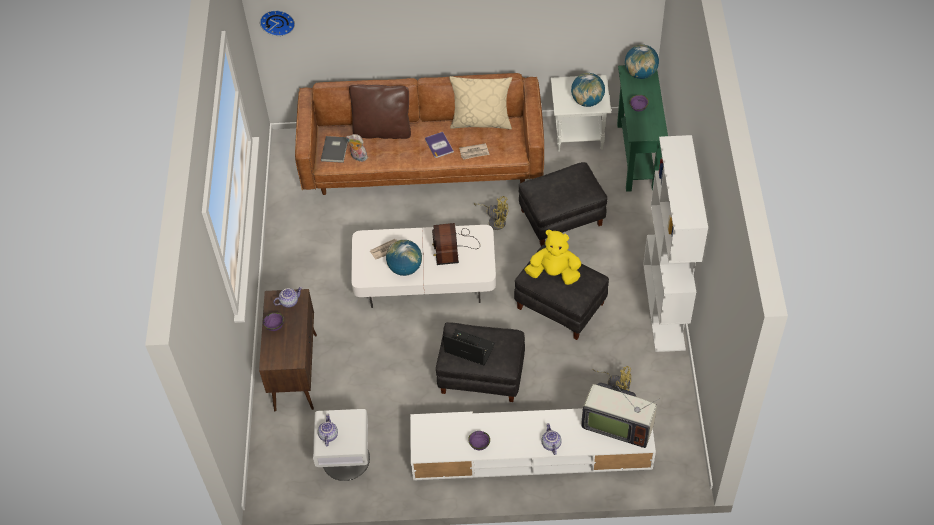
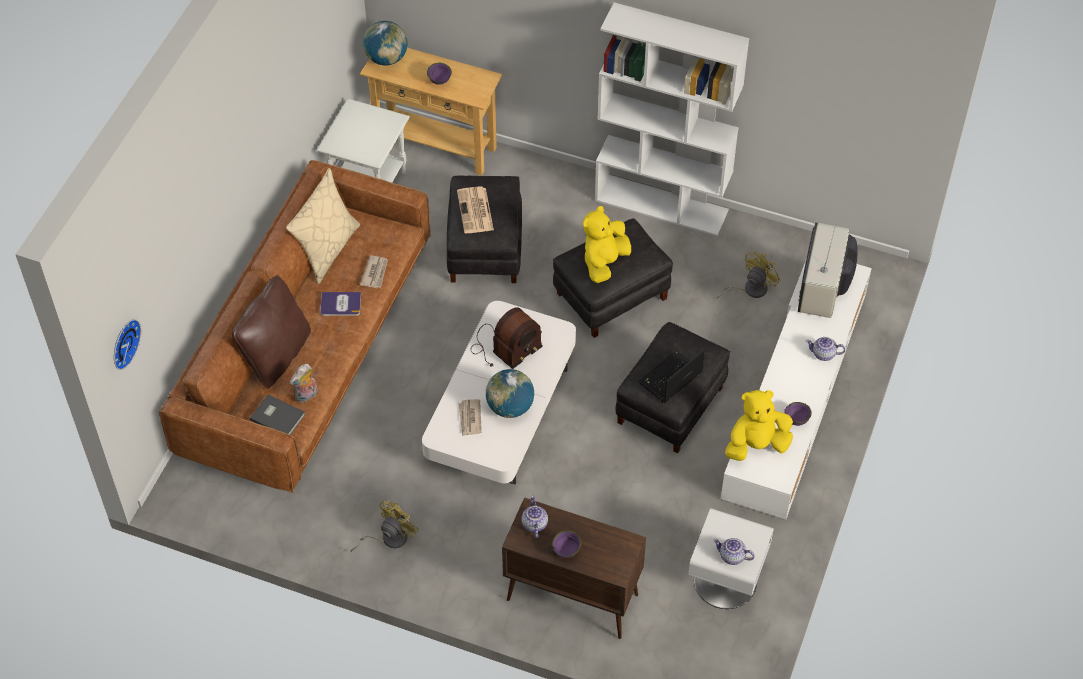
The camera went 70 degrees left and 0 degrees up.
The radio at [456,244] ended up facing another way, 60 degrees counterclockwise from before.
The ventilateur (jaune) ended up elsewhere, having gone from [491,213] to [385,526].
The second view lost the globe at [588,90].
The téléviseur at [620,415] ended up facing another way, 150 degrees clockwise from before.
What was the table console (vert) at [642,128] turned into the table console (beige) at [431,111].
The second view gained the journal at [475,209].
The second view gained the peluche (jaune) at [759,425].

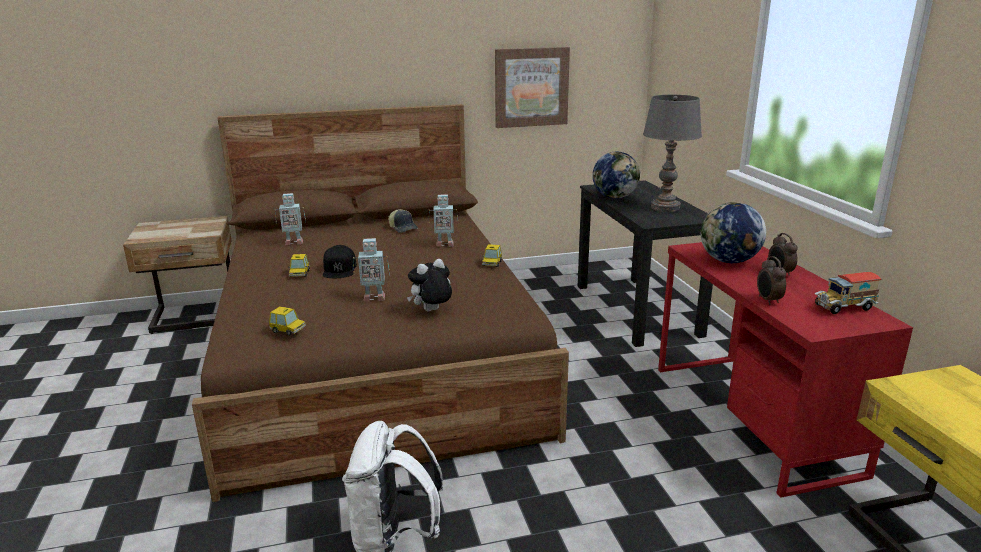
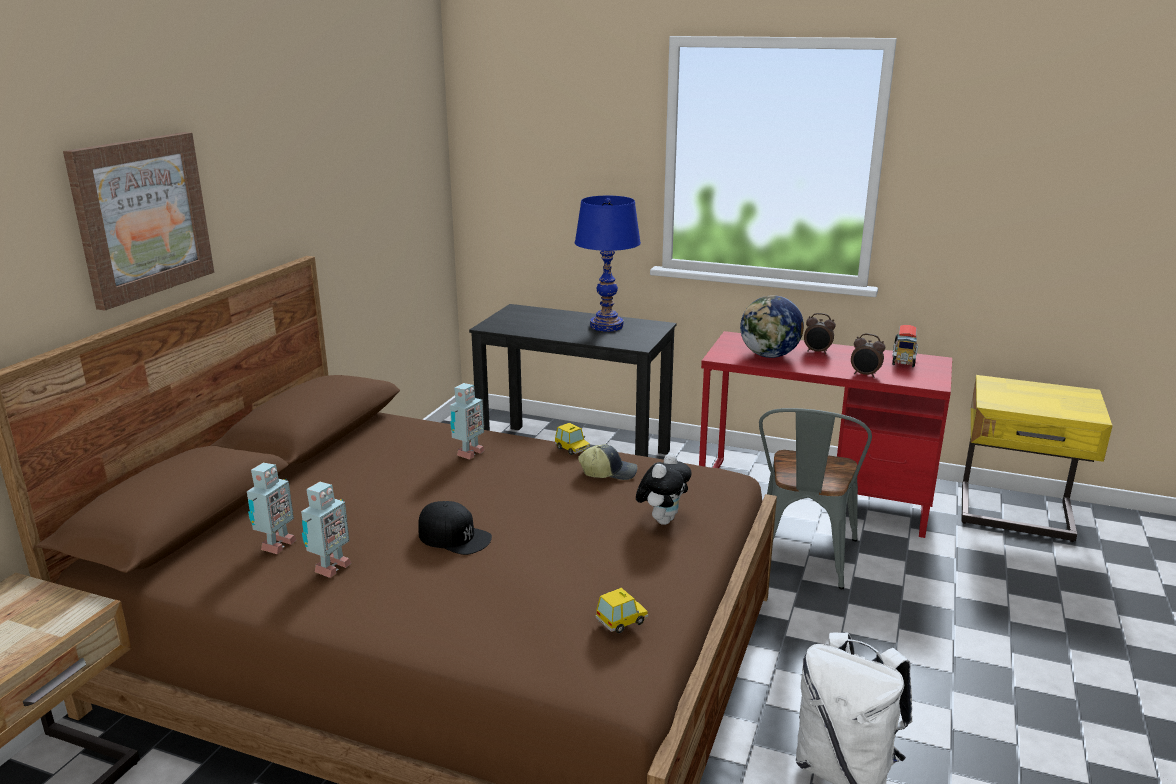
The camera went 55 degrees left and 0 degrees up.
The second view lost the petite voiture at [299,265].
The robot jouet ended up elsewhere, having gone from [371,269] to [326,530].
The casquette ended up elsewhere, having gone from [403,221] to [608,462].
The peluche at [429,285] ended up facing another way, 150 degrees counterclockwise from before.
The tableau ended up elsewhere, having gone from [532,87] to [138,221].
The second view lost the globe at [616,175].
What was the lampe de table (gris) at [672,153] turned into the lampe de table (bleu) at [608,264].
The second view gained the chaise (gris) at [815,498].

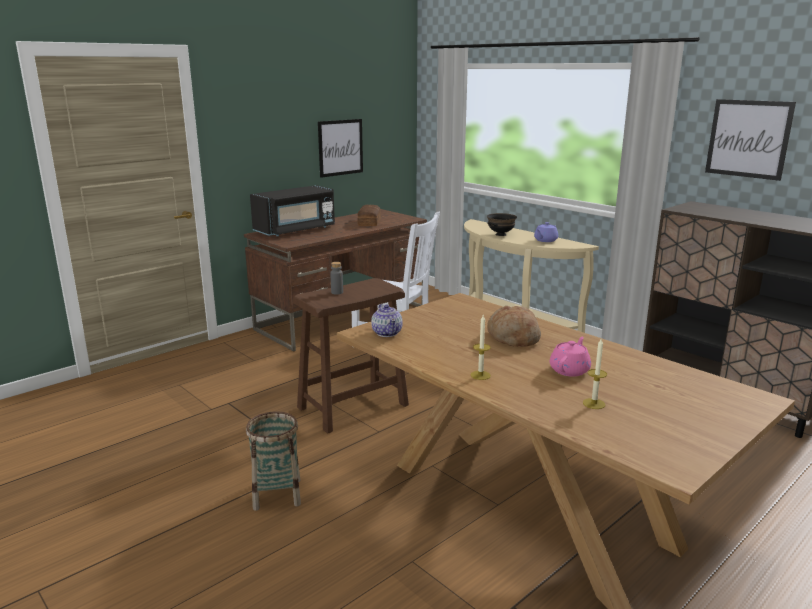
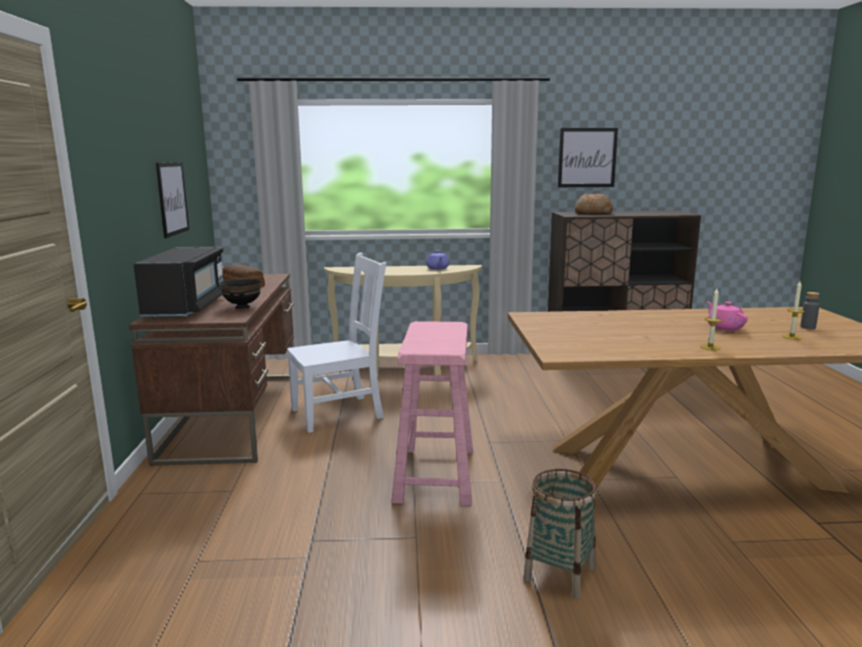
The camera went 50 degrees left and 5 degrees down.
What was the tabouret (marron) at [351,356] turned into the tabouret (rose) at [432,413].
The bouteille (gris) ended up elsewhere, having gone from [336,278] to [810,310].
The second view lost the théière at [387,320].
The bol (noir) ended up elsewhere, having gone from [502,224] to [240,293].
The pain ended up elsewhere, having gone from [514,326] to [594,204].

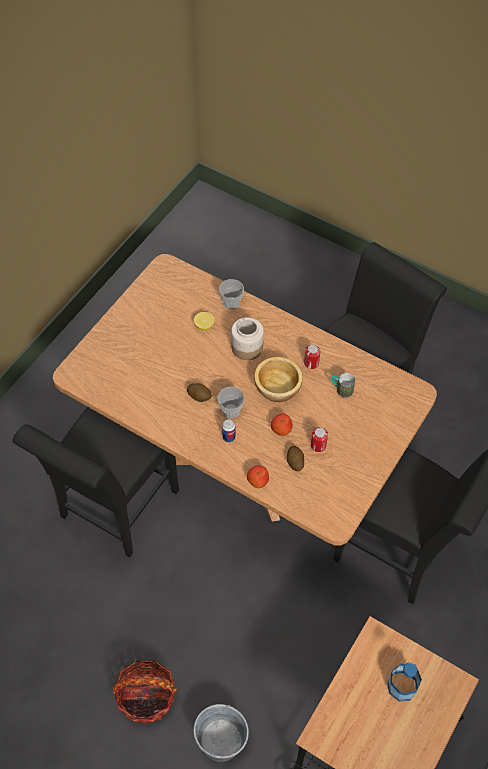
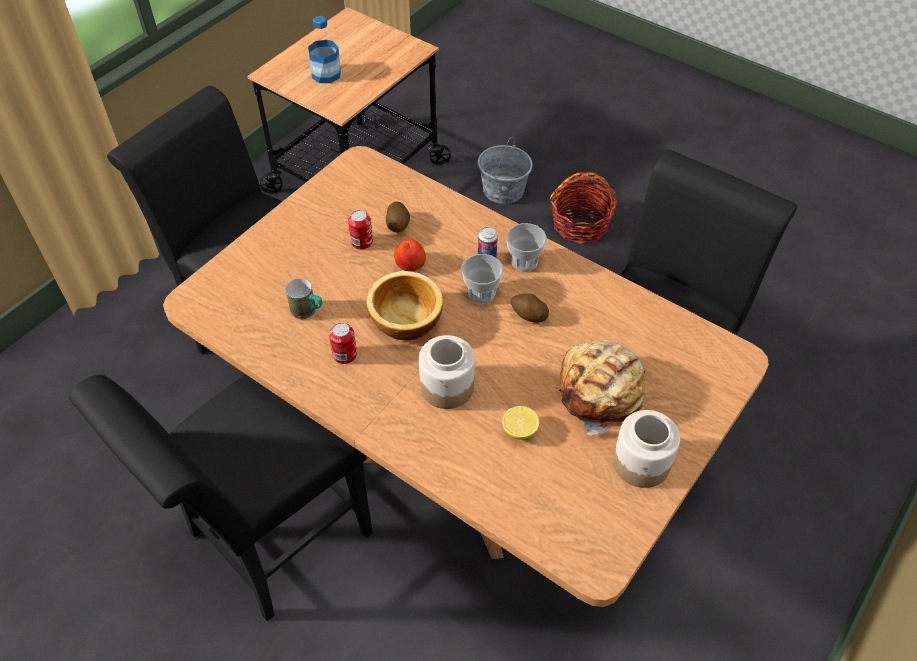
The camera went 175 degrees left and 5 degrees down.
The tasse ended up elsewhere, having gone from [231,294] to [526,247].
The second view lost the pomme at [258,476].
The second view gained the pain at [602,388].
The second view gained the bocal at [646,449].

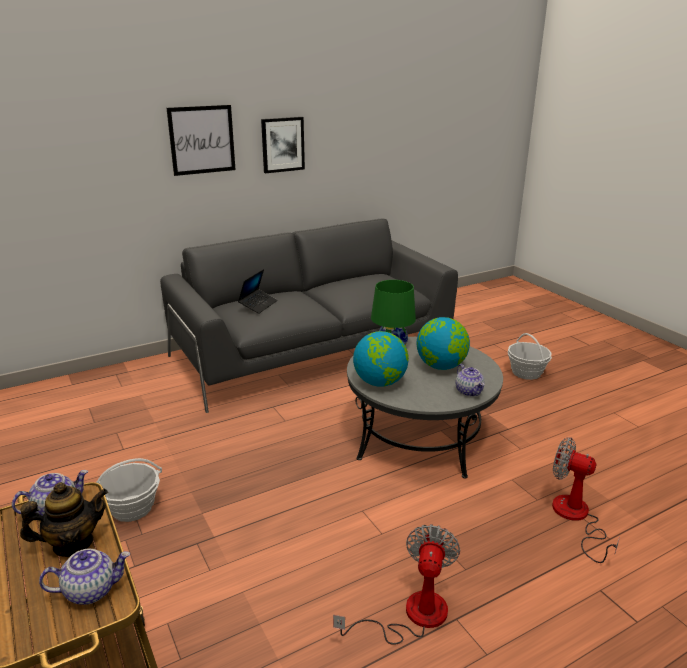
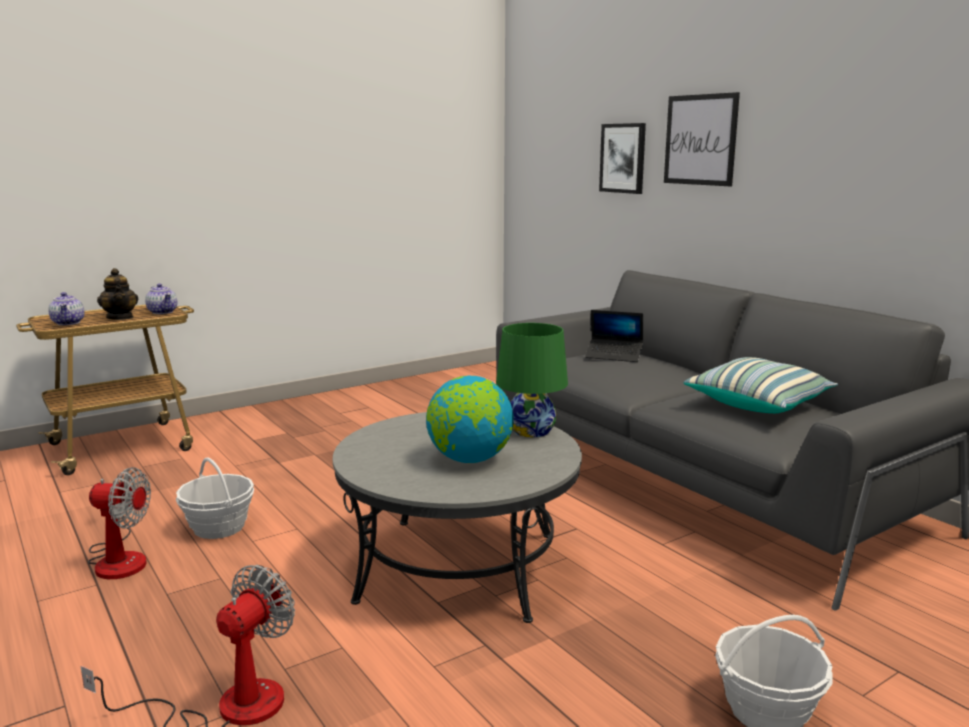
The camera went 85 degrees right and 10 degrees down.
The panier ended up elsewhere, having gone from [129,490] to [215,498].
The tableau ended up elsewhere, having gone from [283,145] to [622,158].
The second view lost the globe at [381,359].
The second view lost the théière at [470,380].
The second view gained the coussin at [760,385].

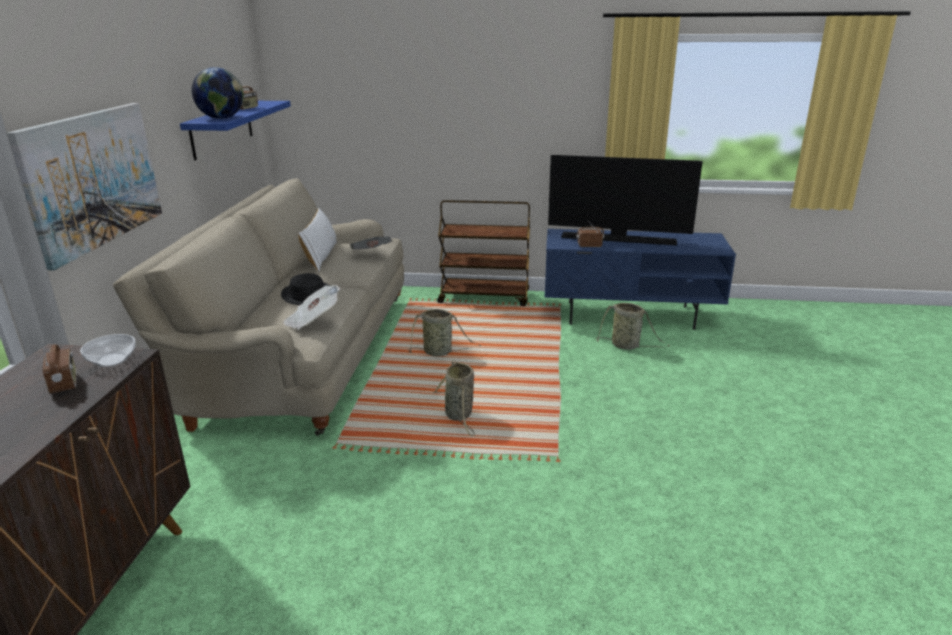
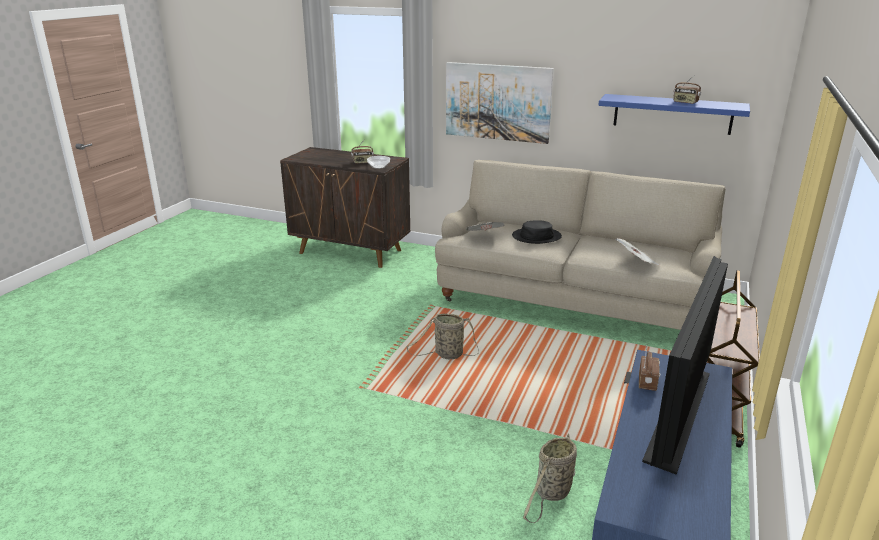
The camera went 105 degrees right and 0 degrees up.
The second view lost the globe at [218,93].
The second view lost the coussin (blanc) at [317,240].
The second view lost the panier at [444,332].

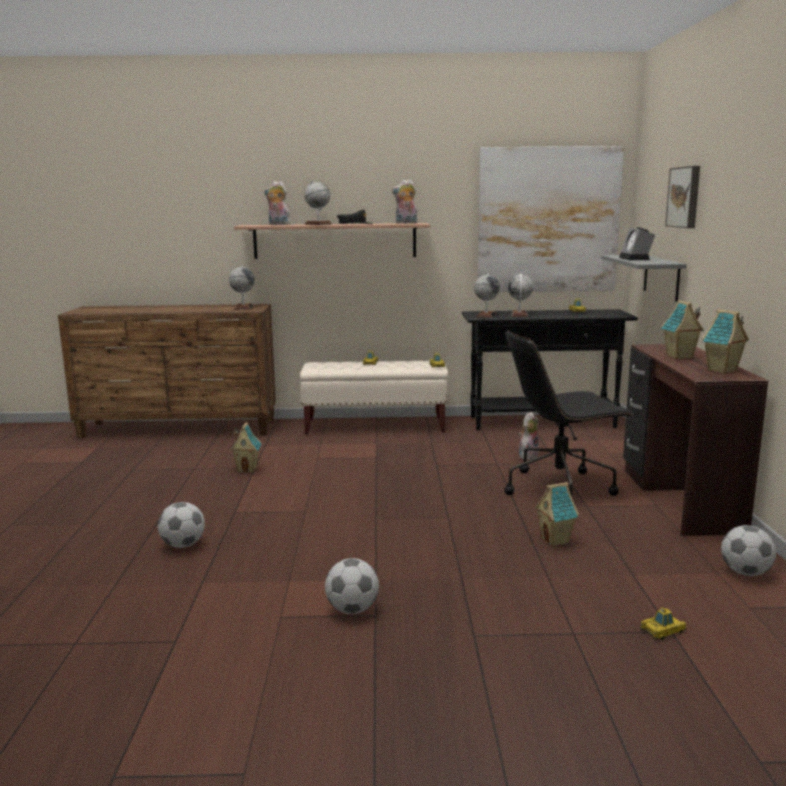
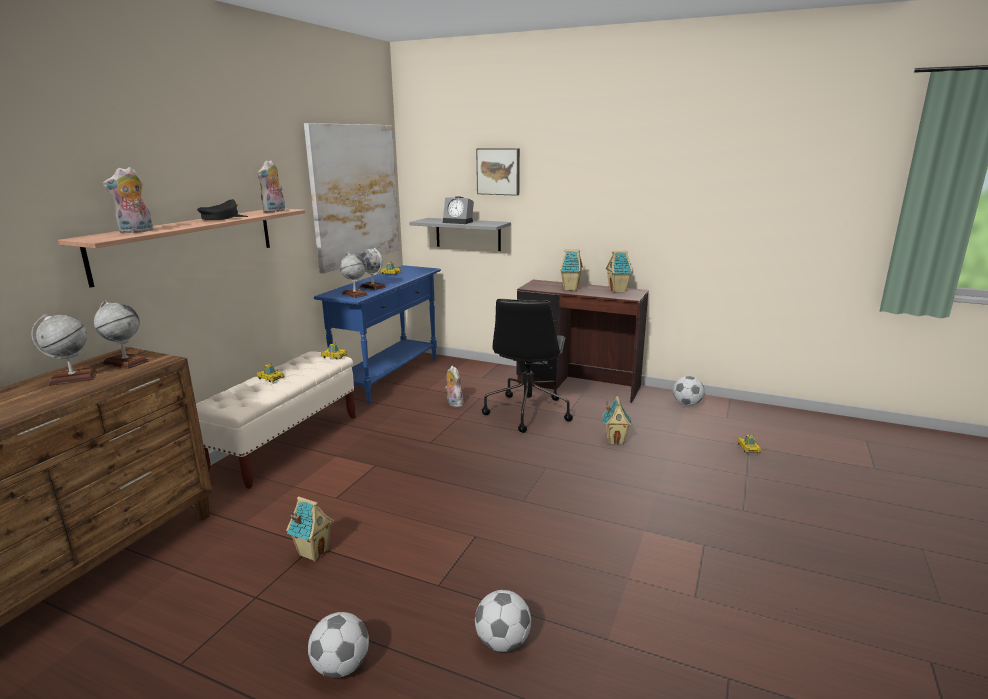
The camera went 65 degrees left and 5 degrees up.
The globe ended up elsewhere, having gone from [318,203] to [64,350].
The ballon de foot ended up elsewhere, having gone from [352,586] to [338,645].
What was the table console (noir) at [550,369] turned into the table console (bleu) at [377,334].

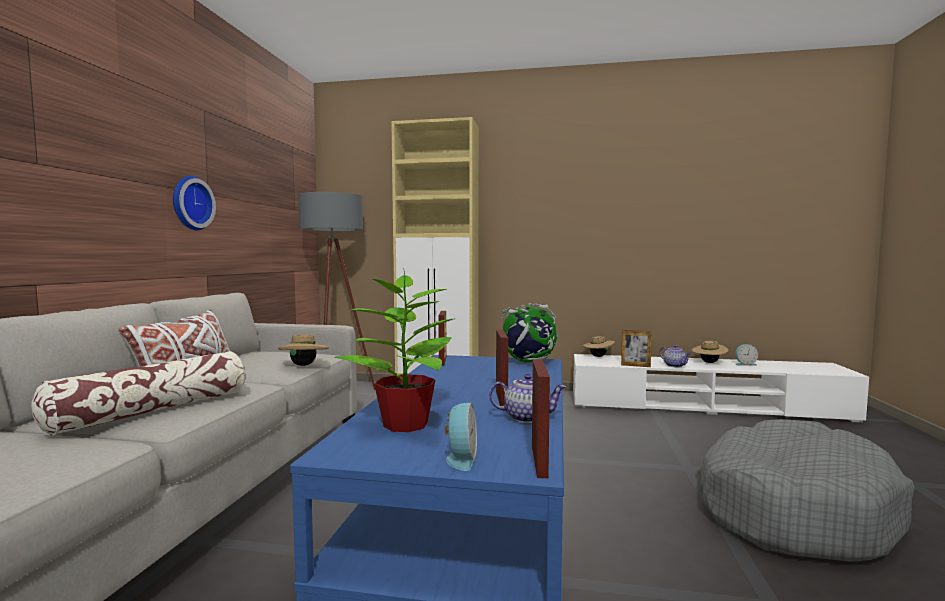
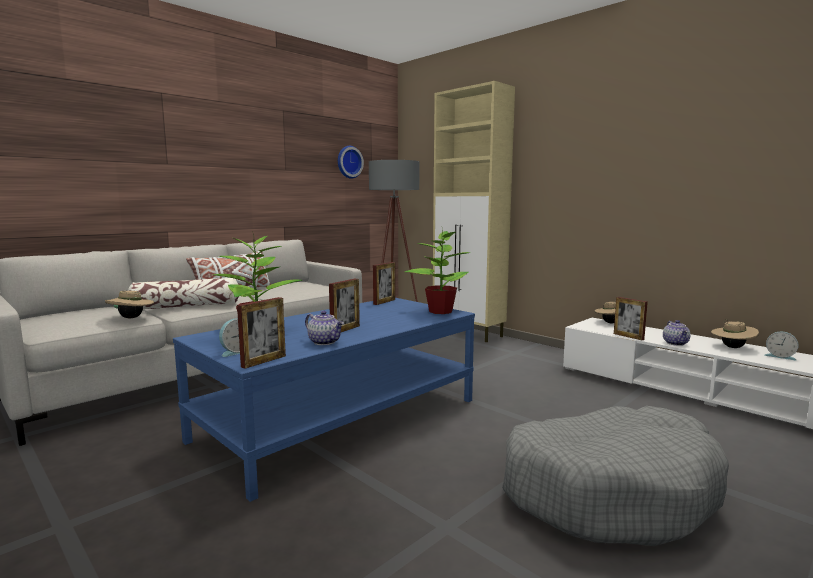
The camera went 35 degrees right and 5 degrees up.
The horloge murale ended up elsewhere, having gone from [194,203] to [351,162].
The chapeau (beige) ended up elsewhere, having gone from [303,350] to [129,304].
Where the globe stood at [530,333], the plante en pot came to stand at [437,272].

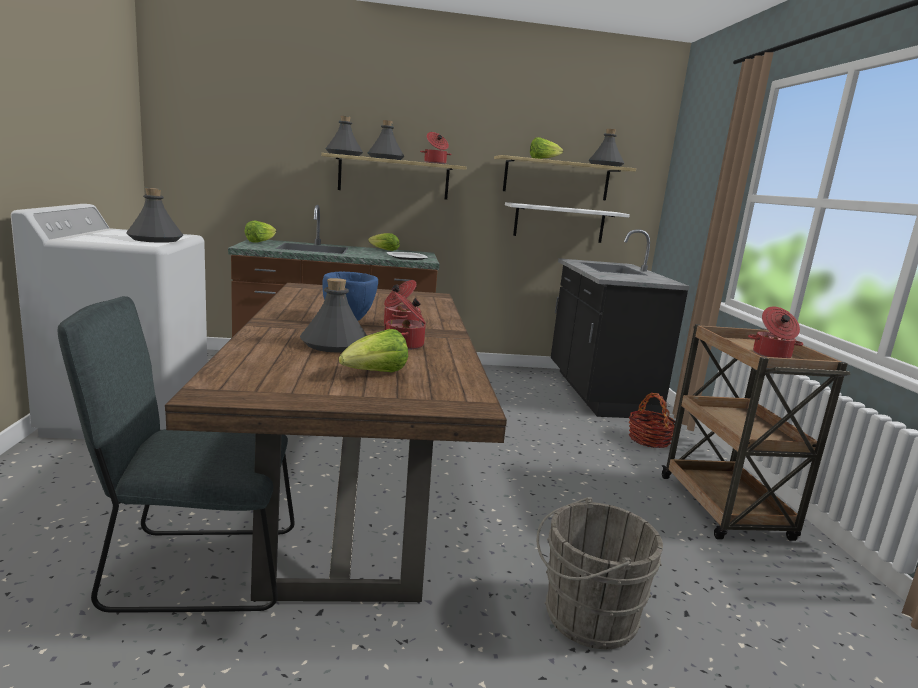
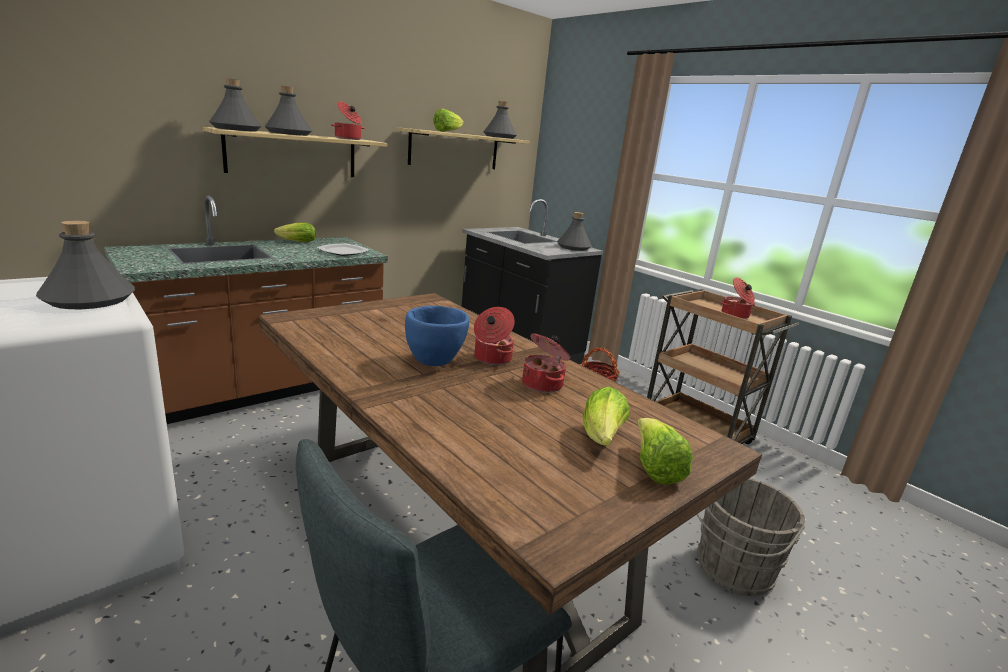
The camera went 35 degrees left and 5 degrees up.
The laitue ended up elsewhere, having gone from [260,232] to [665,451].
The bouteille (gris) ended up elsewhere, having gone from [333,315] to [574,231].
The second view lost the étagère (blanc) at [567,222].

